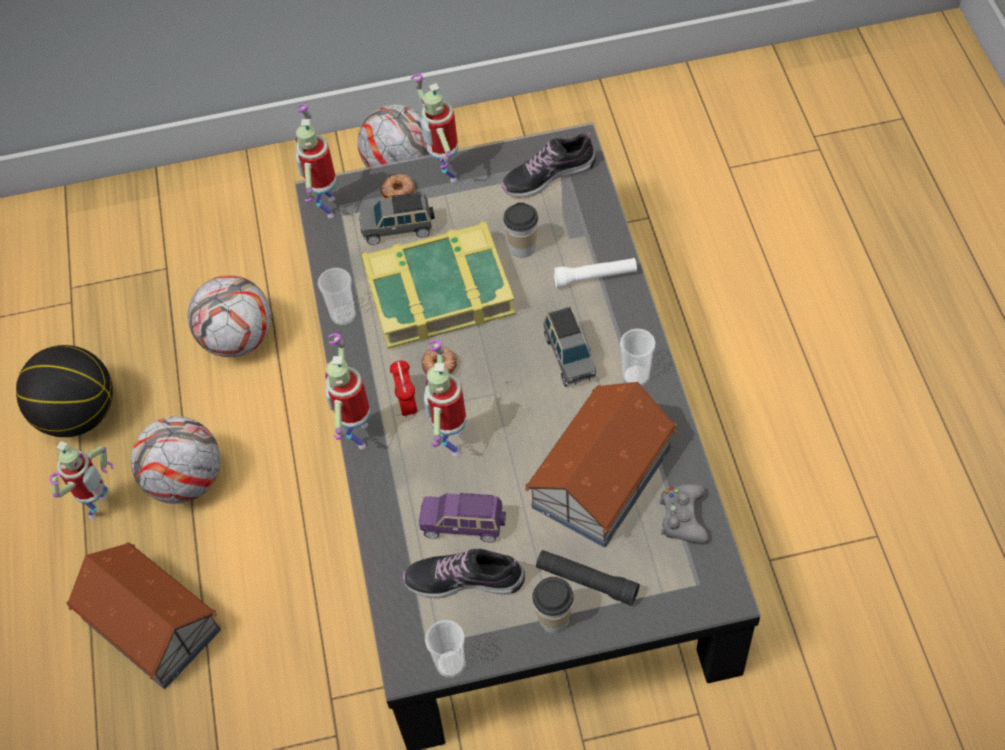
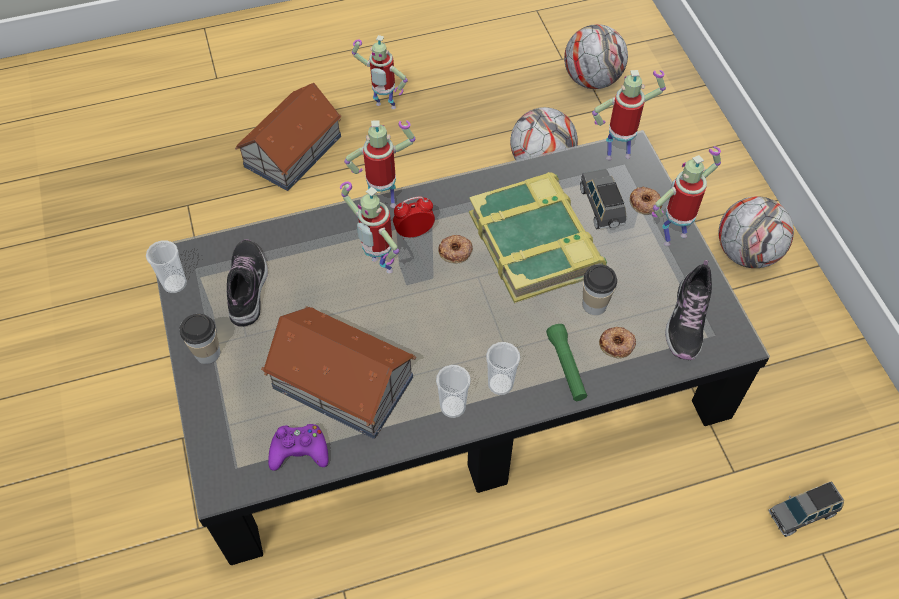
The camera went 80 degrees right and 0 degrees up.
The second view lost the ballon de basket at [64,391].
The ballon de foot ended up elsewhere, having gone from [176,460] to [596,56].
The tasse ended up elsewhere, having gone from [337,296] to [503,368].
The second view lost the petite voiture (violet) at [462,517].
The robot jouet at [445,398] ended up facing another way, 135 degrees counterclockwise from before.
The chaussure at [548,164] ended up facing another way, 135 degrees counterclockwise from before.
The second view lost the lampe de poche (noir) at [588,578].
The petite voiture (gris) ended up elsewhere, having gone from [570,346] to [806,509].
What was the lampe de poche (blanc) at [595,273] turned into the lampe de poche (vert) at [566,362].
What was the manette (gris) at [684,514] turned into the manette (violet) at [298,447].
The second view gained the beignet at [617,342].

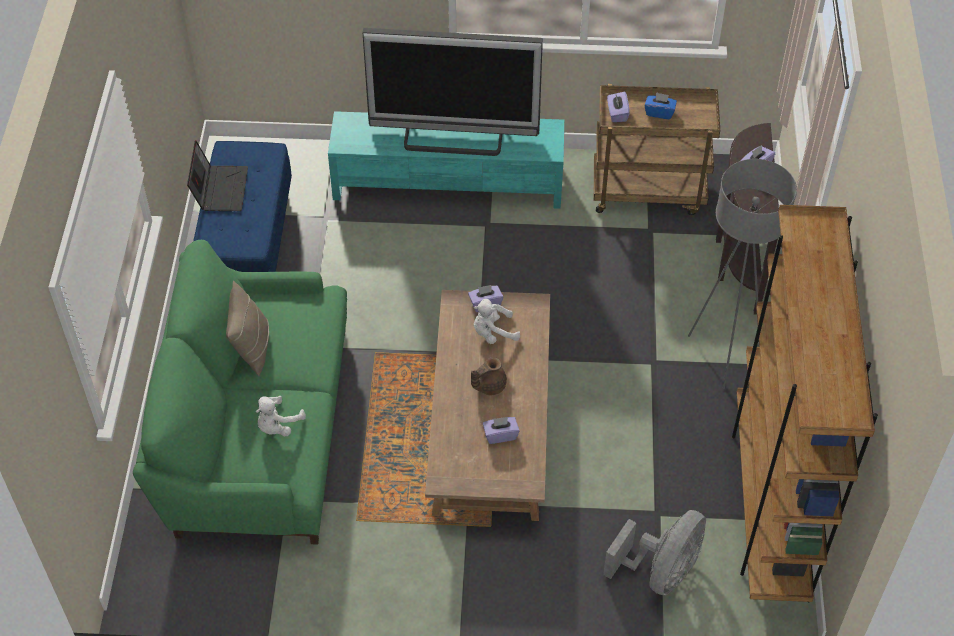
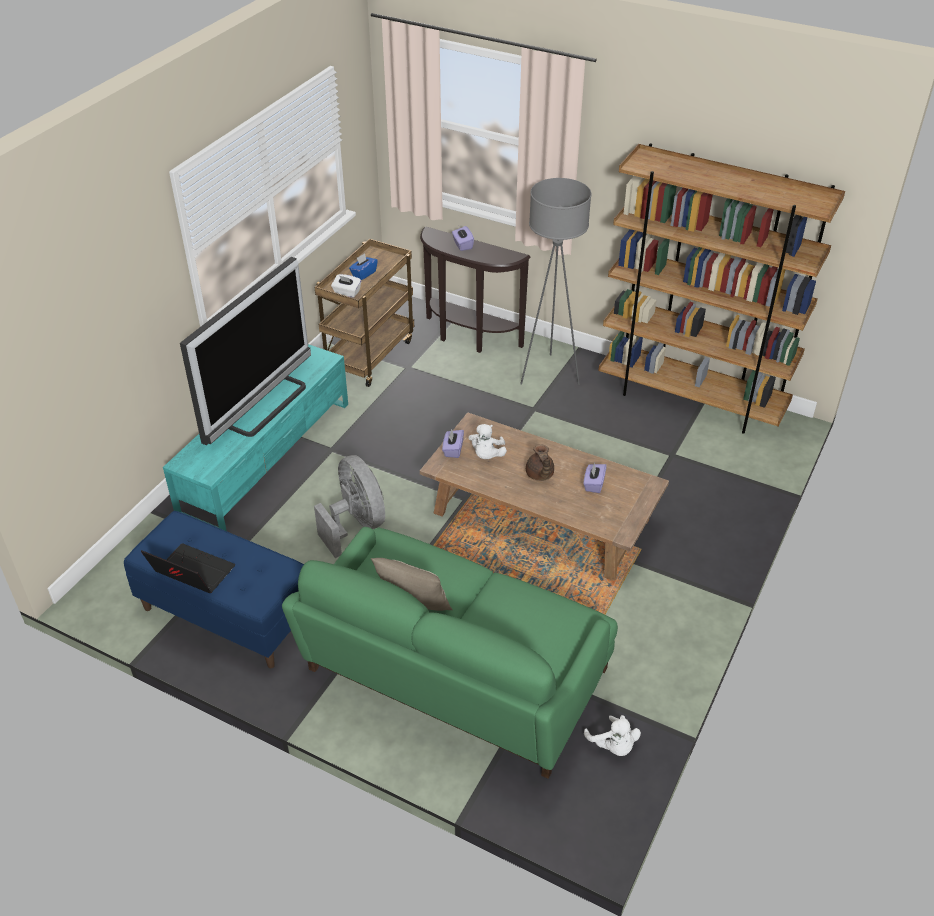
The camera went 65 degrees left and 10 degrees down.
The peluche (blanc) ended up elsewhere, having gone from [281,416] to [612,735].
The ventilateur (gris) ended up elsewhere, having gone from [654,553] to [349,506].
What was the boîte à mouchoirs (violet) at [618,106] turned into the boîte à mouchoirs (blanc) at [346,286].

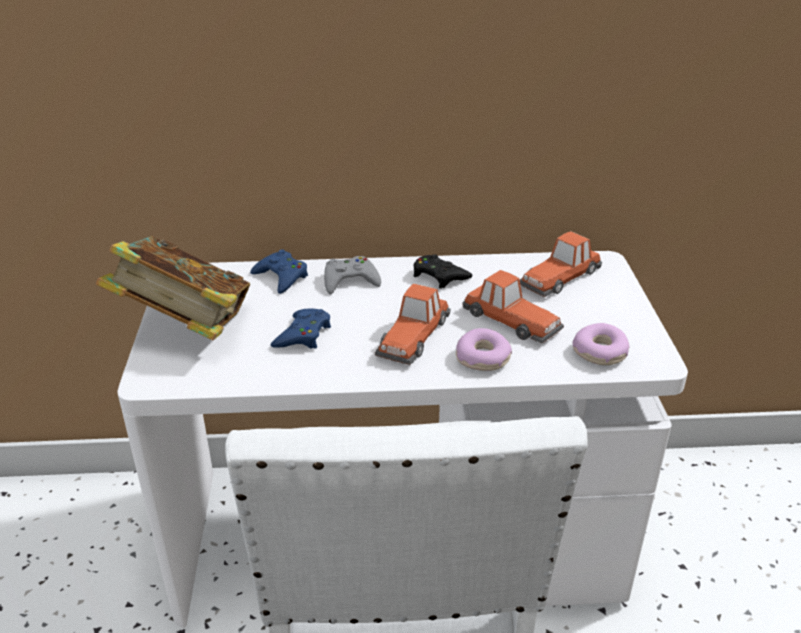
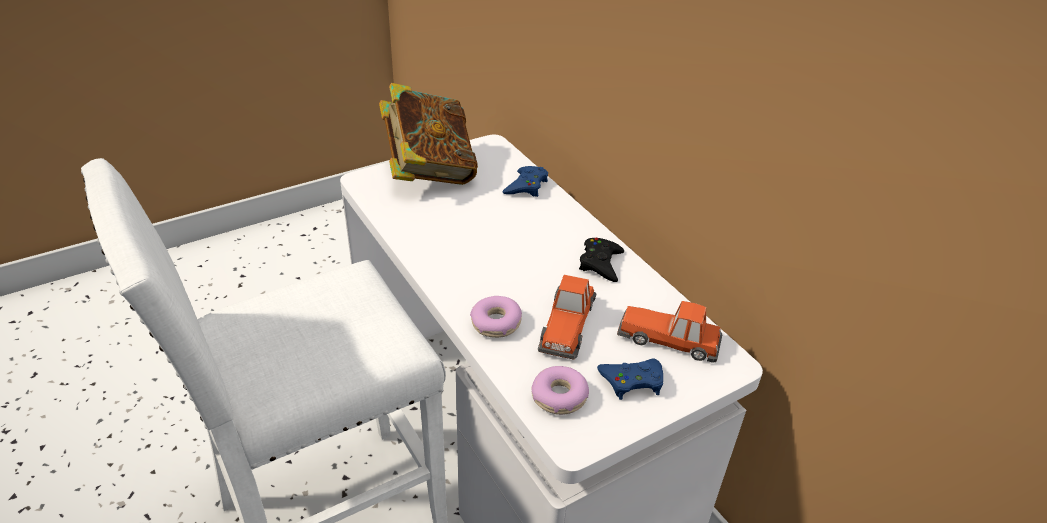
The camera went 60 degrees right and 5 degrees up.
The manette (bleu) ended up elsewhere, having gone from [301,329] to [630,379].
The second view lost the manette (gris) at [352,275].
The second view lost the petite voiture at [413,324].

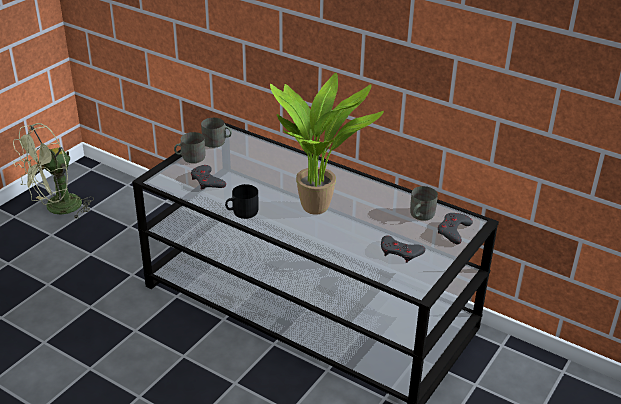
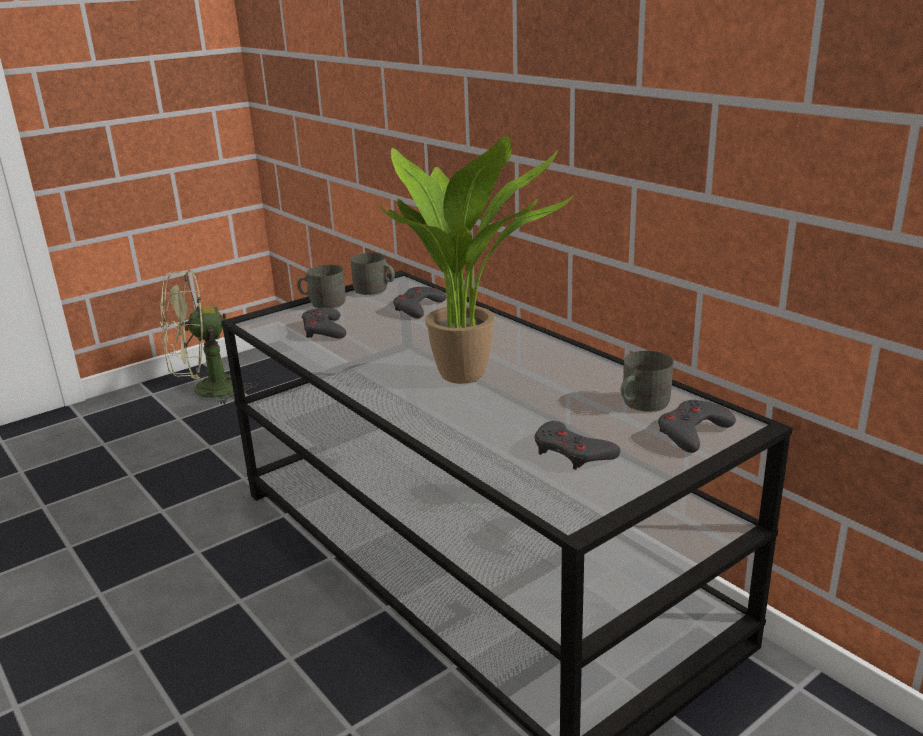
The camera went 20 degrees right and 10 degrees down.
The second view lost the mug (noir) at [242,201].
The second view gained the manette (gris) at [419,302].

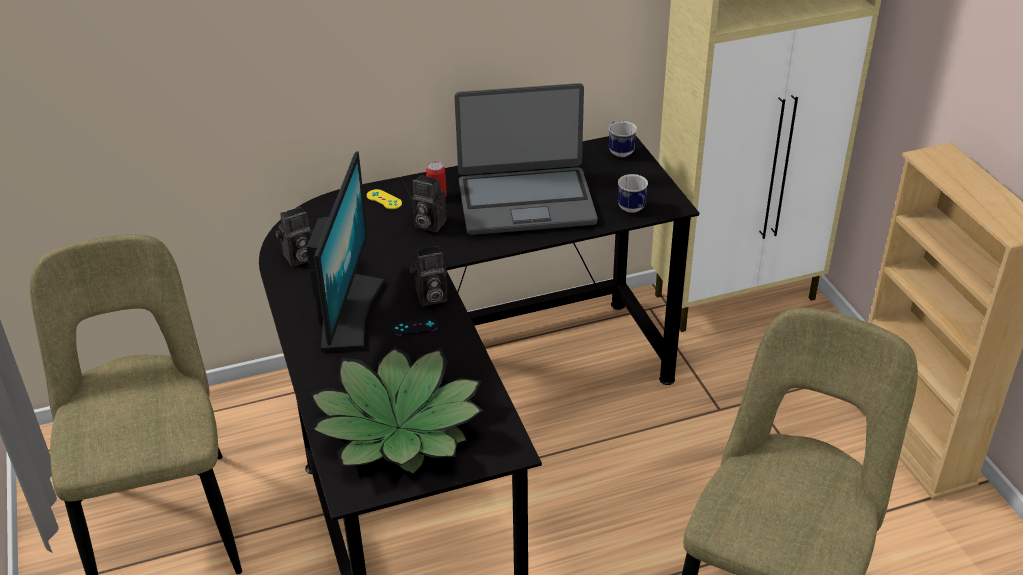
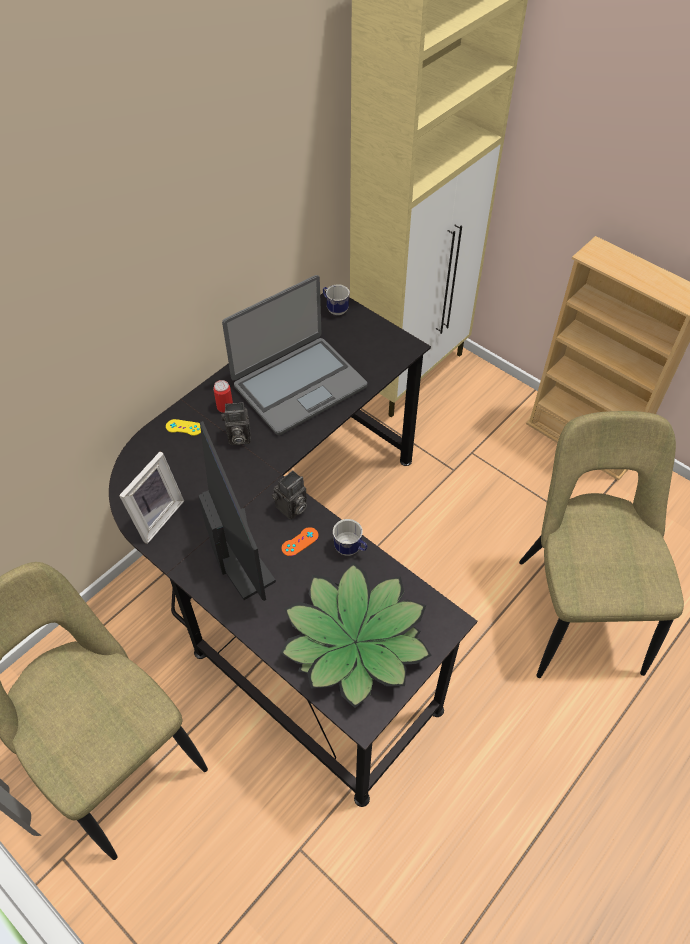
The camera went 30 degrees left and 15 degrees up.
Where the appareil photo stood at [294,237], the cadre photo came to stand at [151,498].
What was the manette (noir) at [415,326] turned into the manette (orange) at [300,541].
The mug ended up elsewhere, having gone from [633,193] to [350,537].

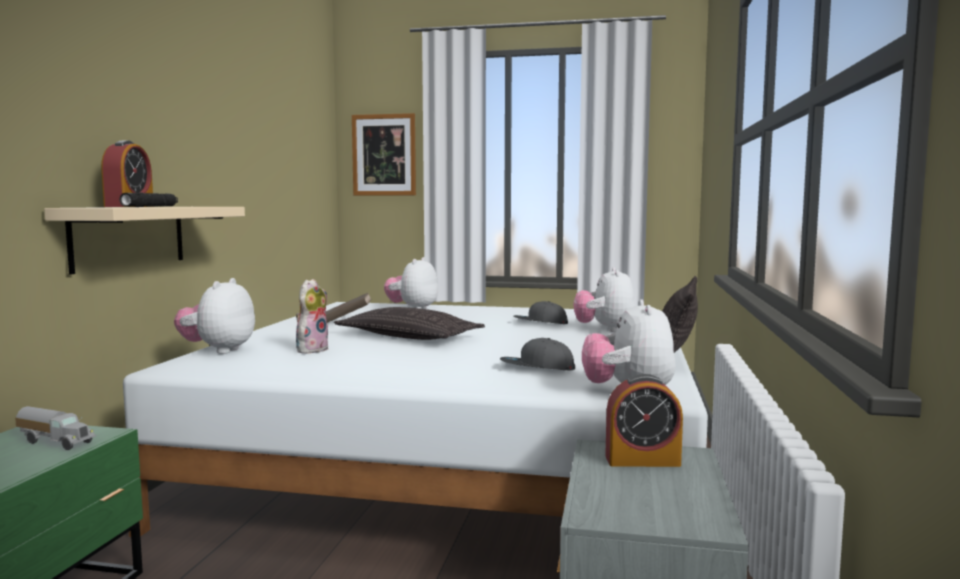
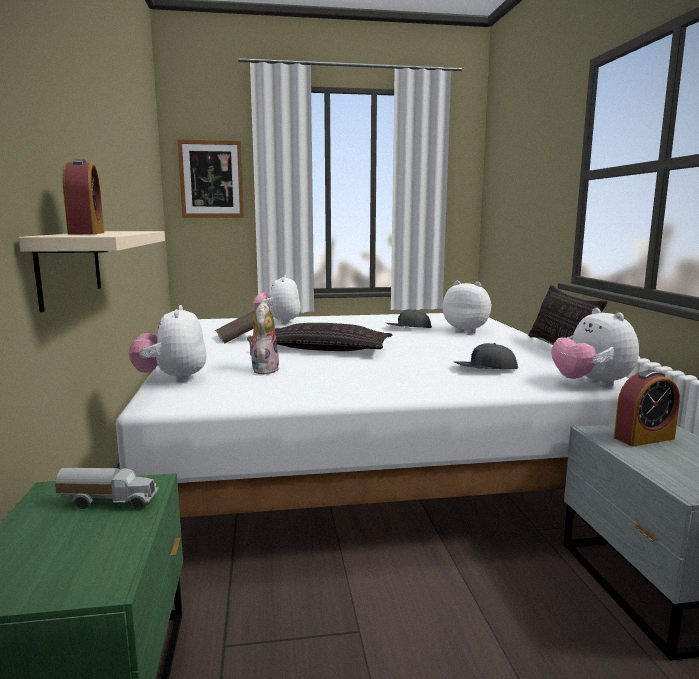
The camera went 20 degrees left and 5 degrees up.
The second view lost the lampe de poche (noir) at [148,199].
The peluche at [604,299] ended up facing another way, 135 degrees clockwise from before.

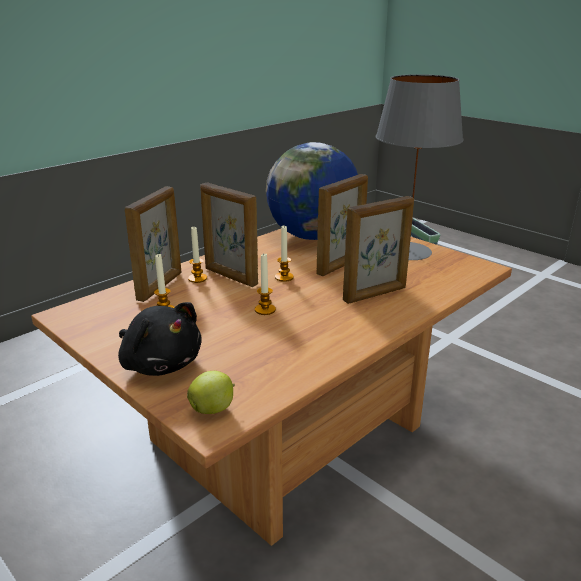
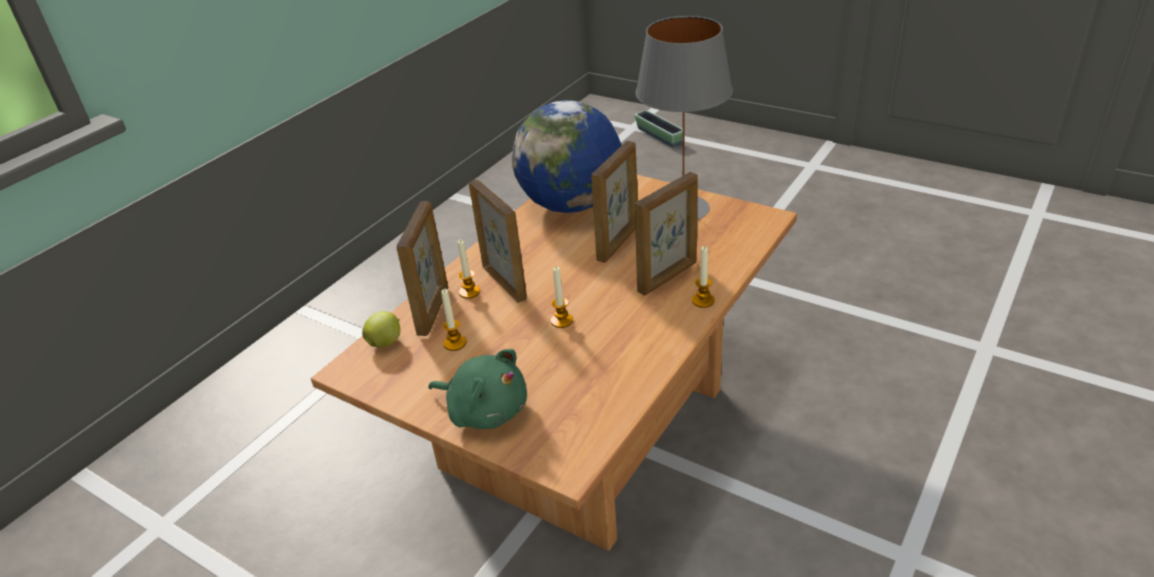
The camera went 10 degrees left and 10 degrees up.
What was the peluche (noir) at [160,339] turned into the peluche (vert) at [478,389].
The pomme ended up elsewhere, having gone from [211,392] to [381,329].
The cadre photo at [229,234] ended up facing another way, 150 degrees counterclockwise from before.
The bougie ended up elsewhere, having gone from [284,253] to [703,277].

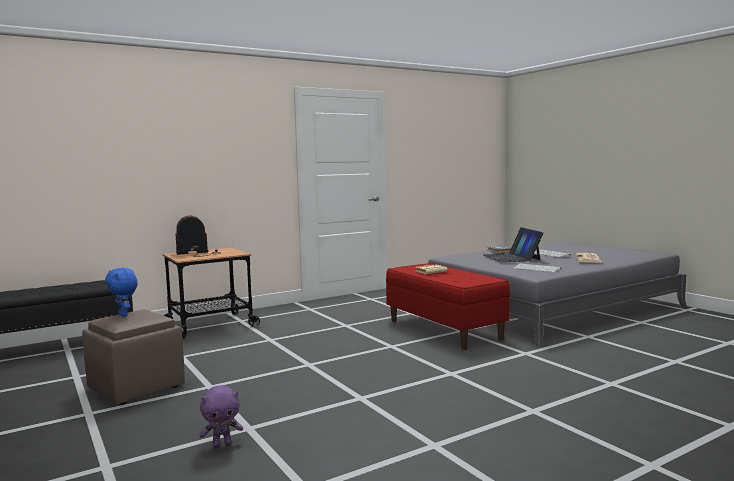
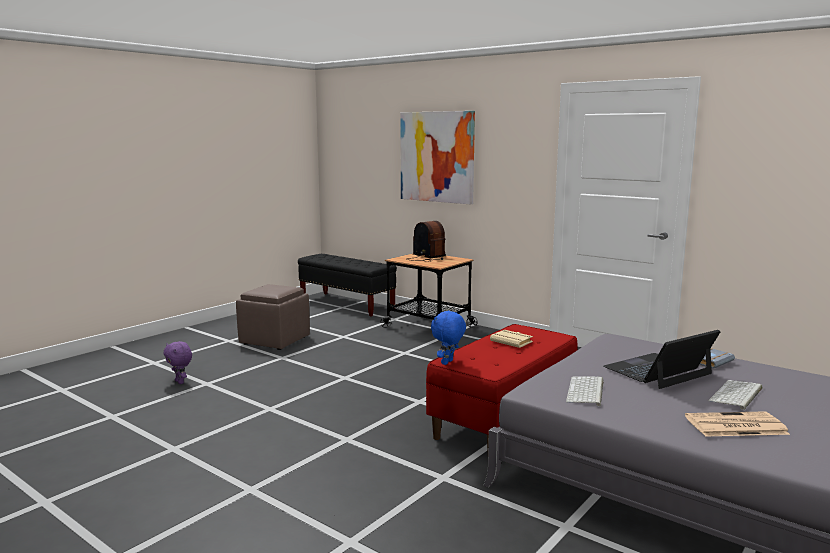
The camera went 70 degrees right and 5 degrees up.
The peluche (bleu) ended up elsewhere, having gone from [121,292] to [448,337].
The second view gained the tableau at [437,157].

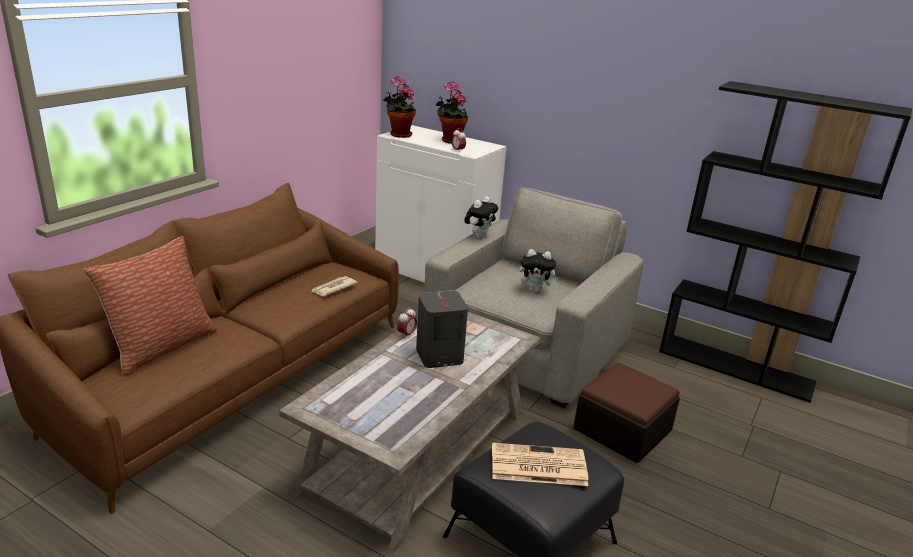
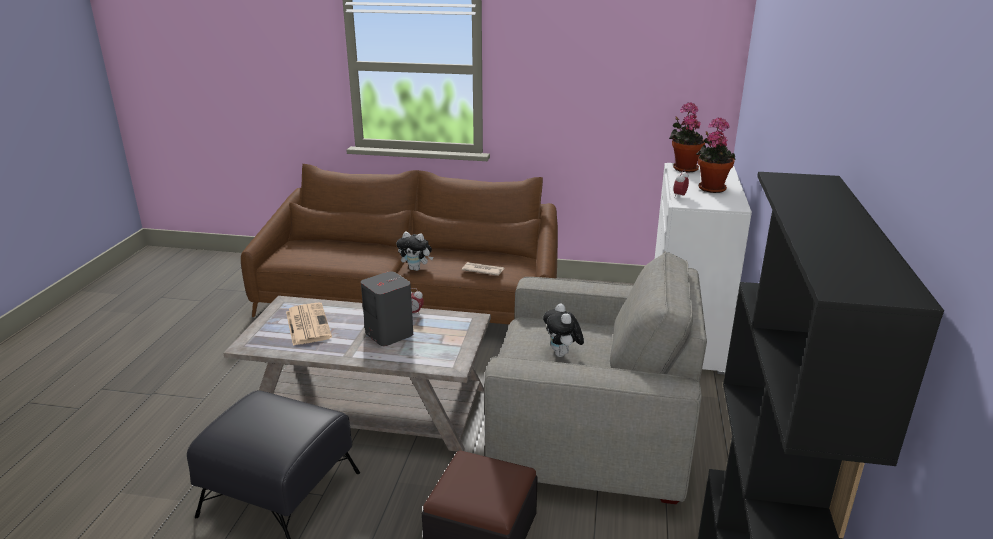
The camera went 70 degrees right and 0 degrees up.
The second view lost the coussin at [150,306].
The peluche ended up elsewhere, having gone from [481,217] to [414,251].
The journal ended up elsewhere, having gone from [540,464] to [309,324].

